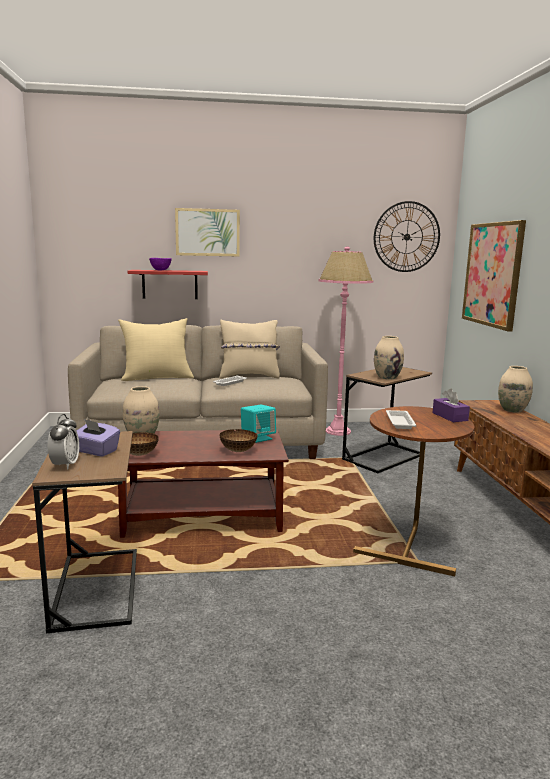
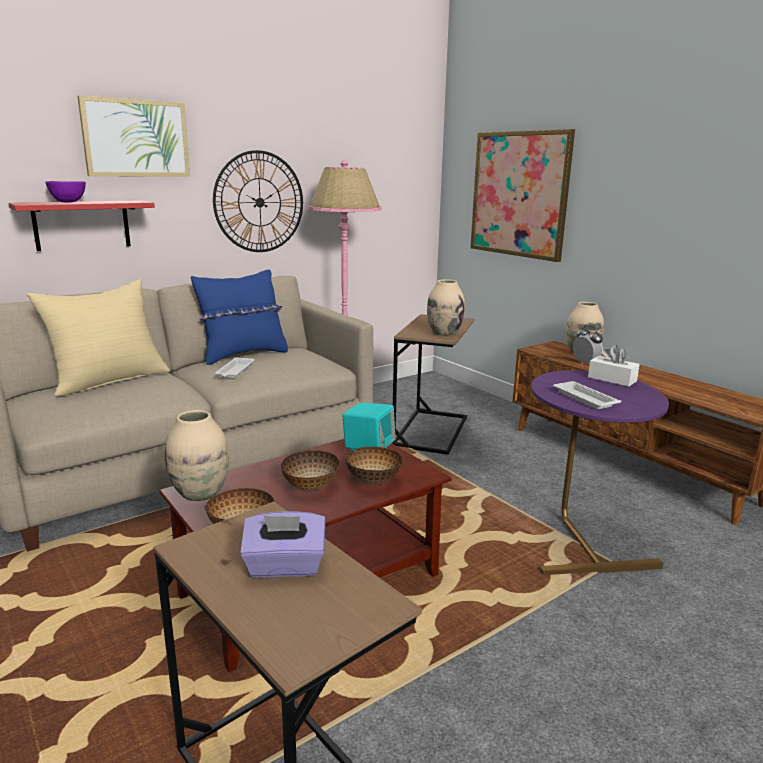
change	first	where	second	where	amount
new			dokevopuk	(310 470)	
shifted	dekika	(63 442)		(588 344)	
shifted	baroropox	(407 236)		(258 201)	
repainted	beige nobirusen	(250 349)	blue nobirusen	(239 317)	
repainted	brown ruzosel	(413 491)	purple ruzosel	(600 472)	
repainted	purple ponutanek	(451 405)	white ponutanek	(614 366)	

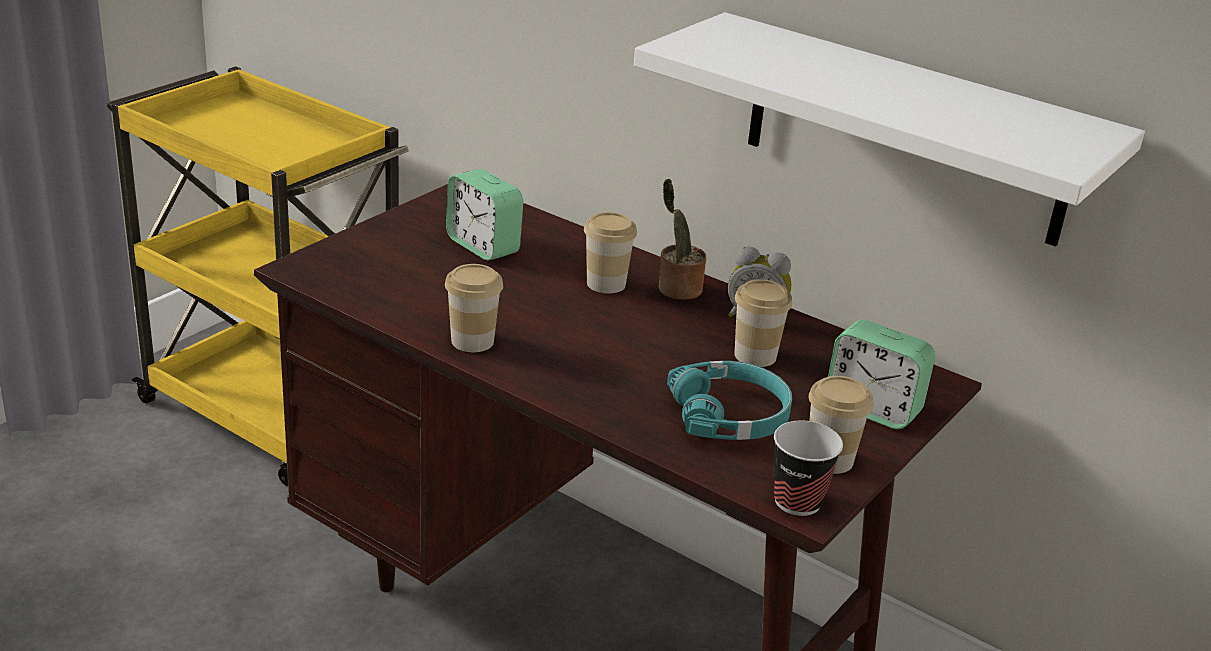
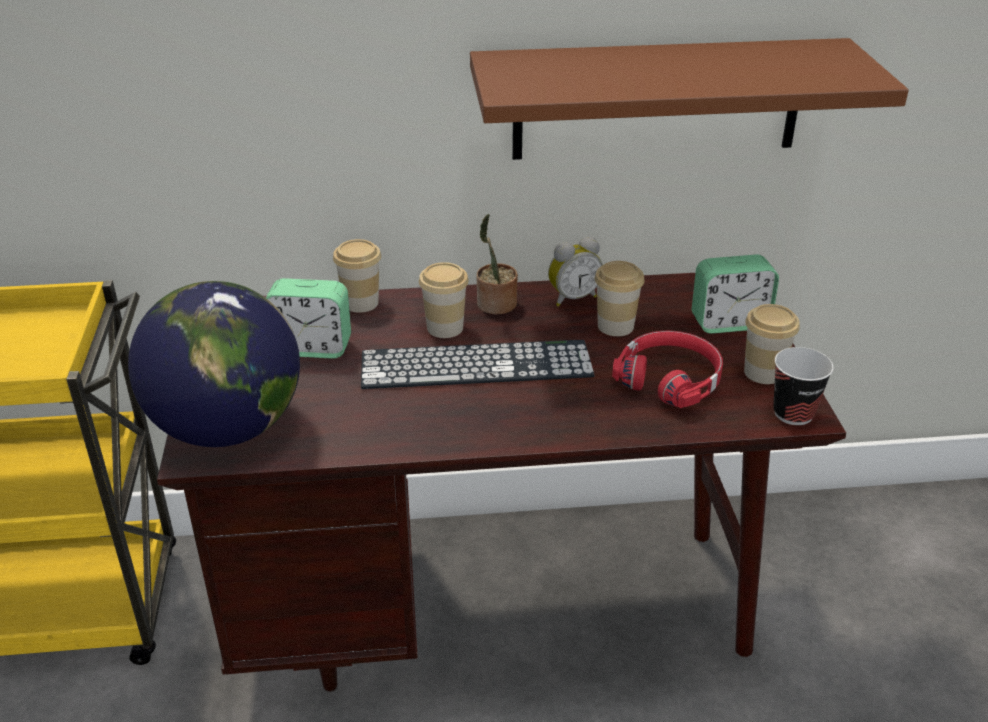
change	first	where	second	where	amount
new			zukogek	(214 364)	
new			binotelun	(477 364)	
shifted	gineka	(474 308)		(357 276)	
repainted	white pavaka	(889 129)	brown pavaka	(689 99)	
repainted	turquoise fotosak	(729 400)	red fotosak	(667 369)	

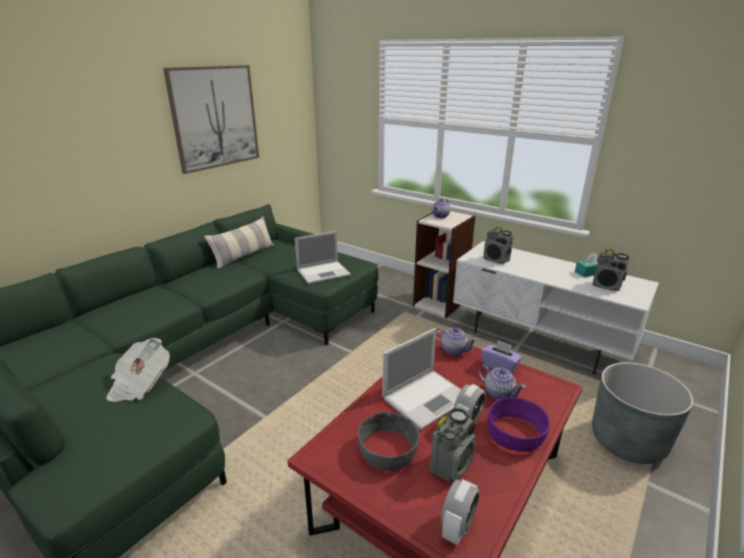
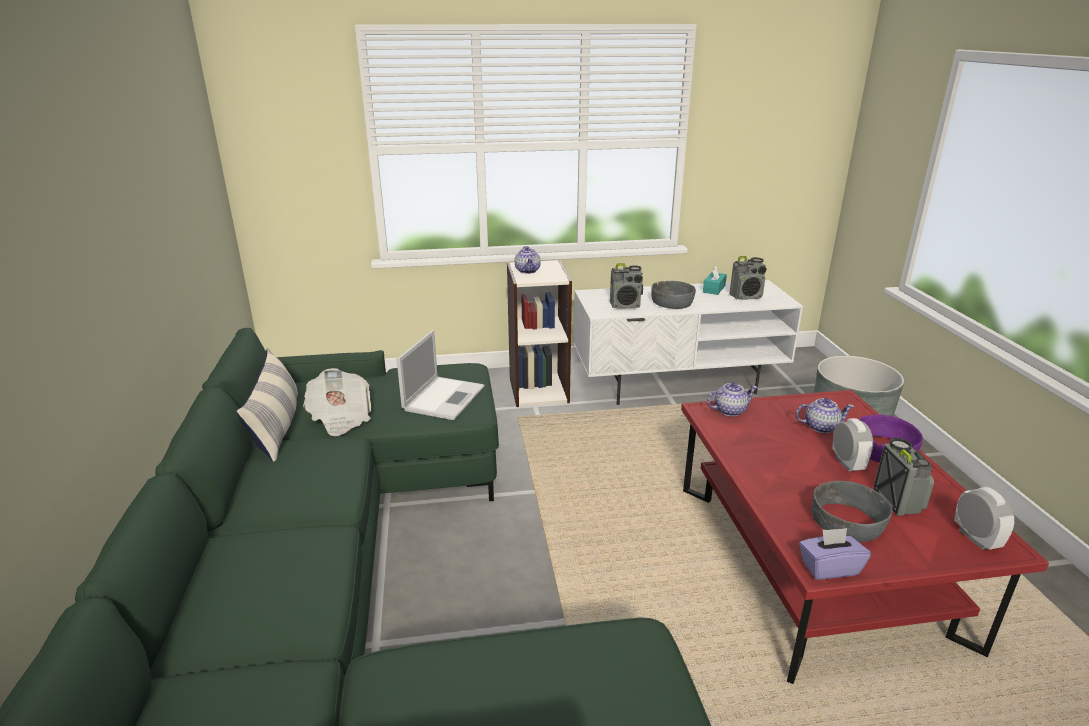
change	first	where	second	where	amount
gone	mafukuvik	(211 119)			
gone	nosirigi	(421 379)			
new			grey dokevopuk	(673 295)	
shifted	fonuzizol	(138 370)		(337 402)	
shifted	purple ponutanek	(501 357)		(835 554)	

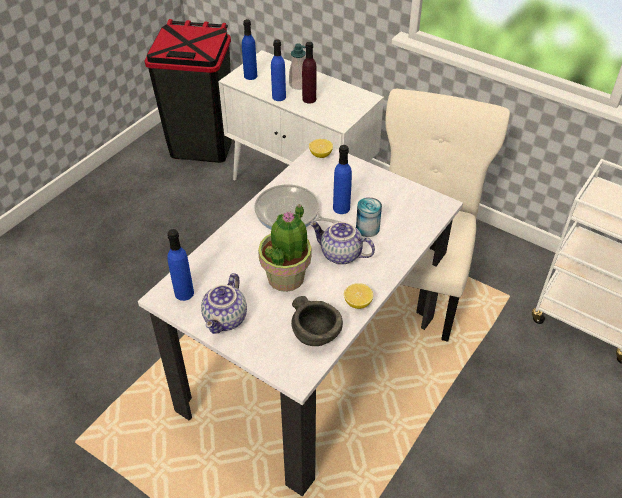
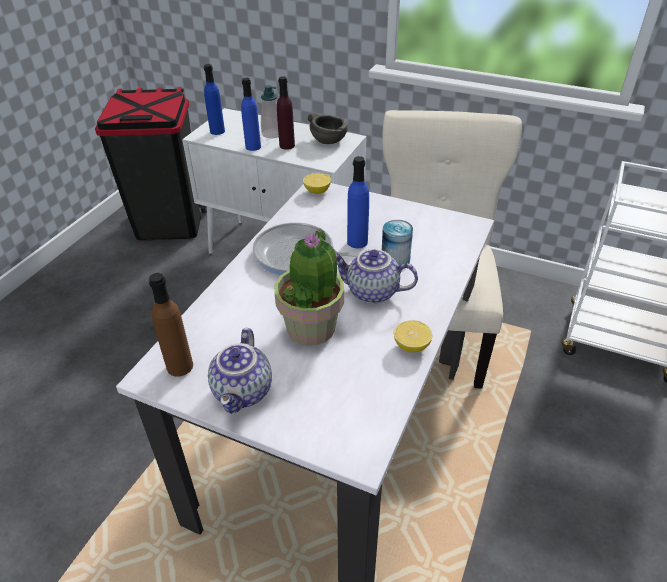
change	first	where	second	where	amount
shifted	grey dokevopuk	(317 321)		(328 128)	
repainted	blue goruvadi	(180 265)	brown goruvadi	(171 325)	

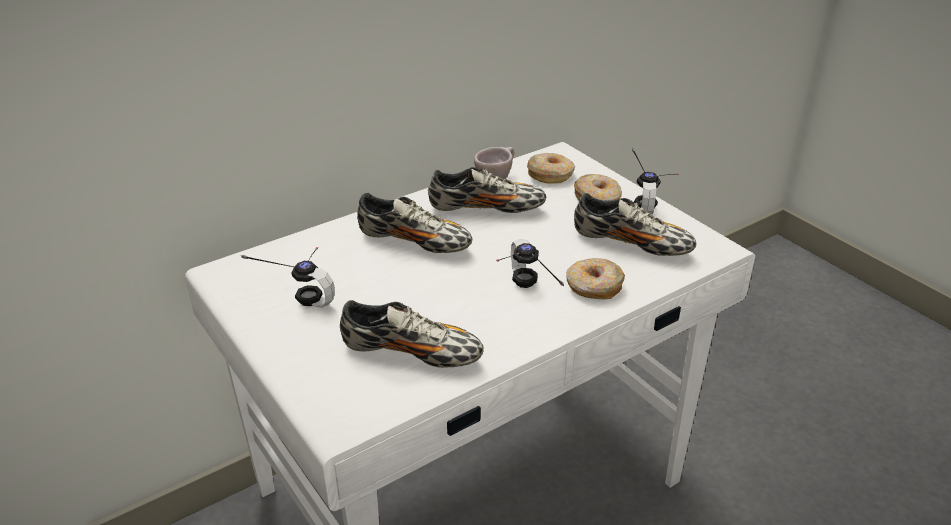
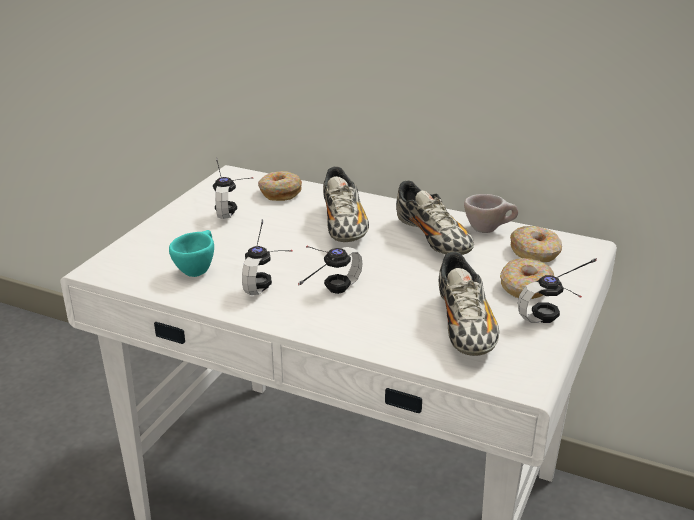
change	first	where	second	where	amount
new			fotosak	(267 257)	
shifted	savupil	(595 278)		(280 186)	
swapped	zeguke	(412 334)	turquoise gineka	(191 253)	

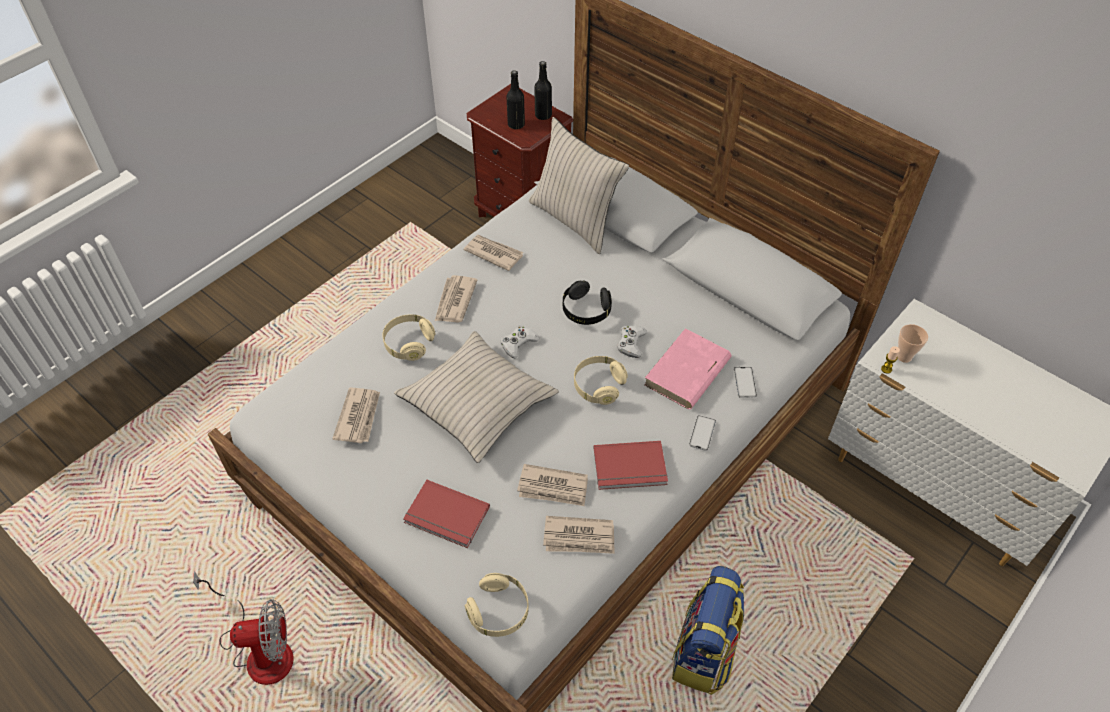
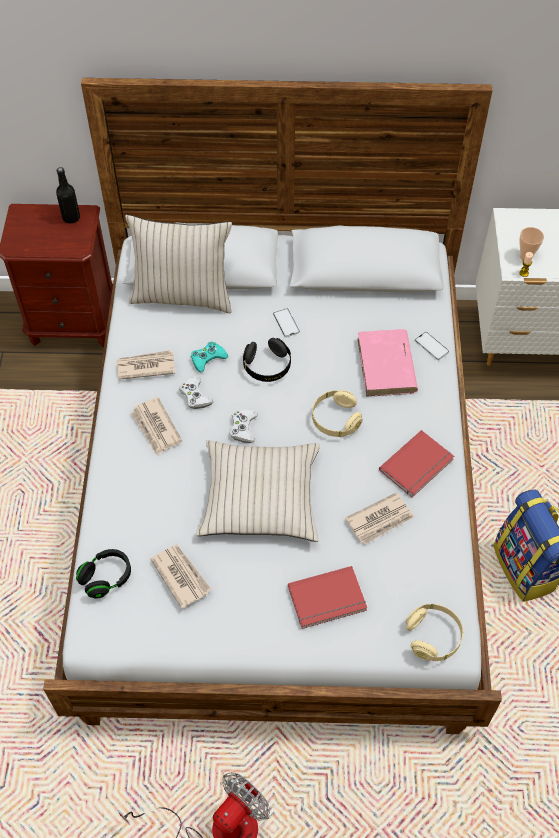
change	first	where	second	where	amount
gone	beige fotosak	(409 337)			
gone	black goruvadi	(515 99)			
gone	fonuzizol	(578 535)			
new			black fotosak	(103 574)	
new			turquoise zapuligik	(209 357)	
shifted	white zapuligik	(632 341)		(196 393)	
shifted	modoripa	(702 433)		(286 322)	

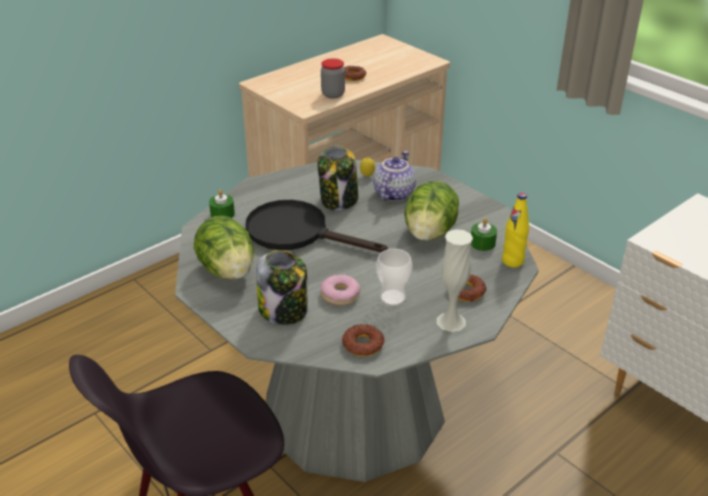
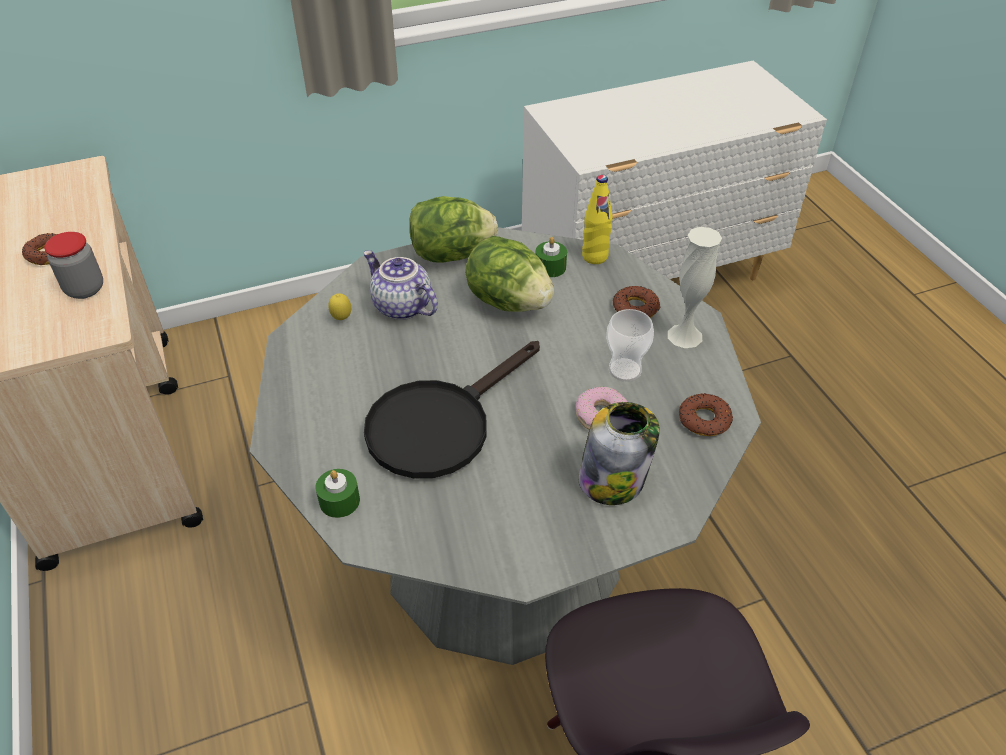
change	first	where	second	where	amount
gone	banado	(338 178)			
shifted	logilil	(223 247)		(453 229)	

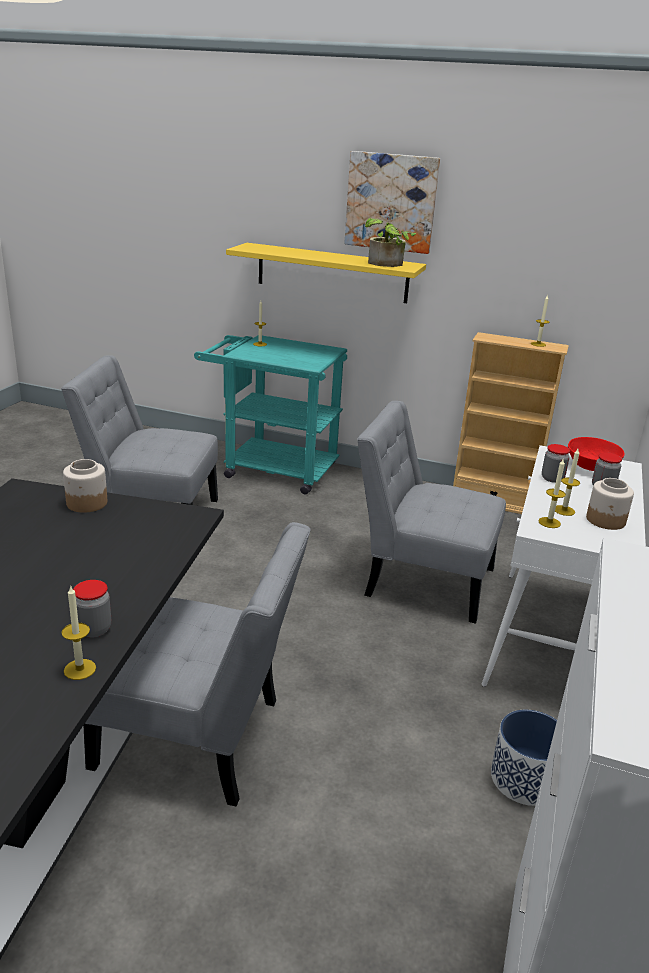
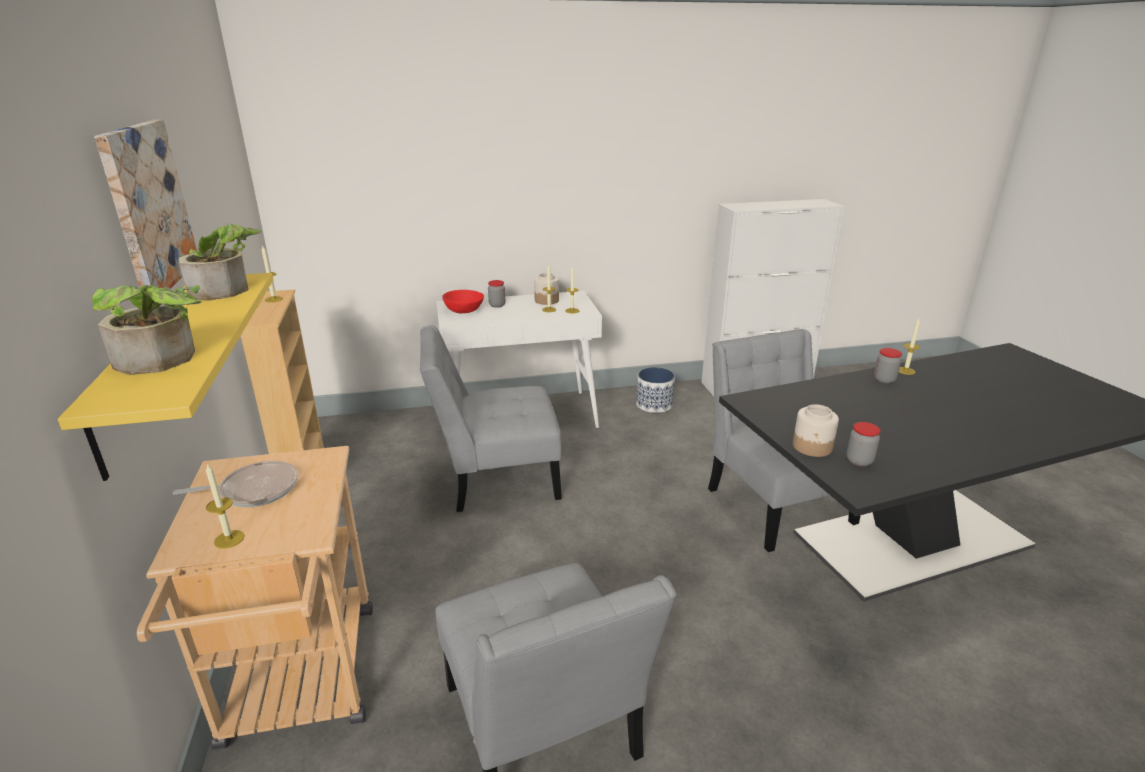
change	first	where	second	where	amount
new			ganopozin	(146 330)	
new			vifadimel	(235 484)	
shifted	banado	(556 463)		(863 444)	
repainted	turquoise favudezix	(270 415)	beige favudezix	(255 597)	
rotated	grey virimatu	(431 512)		(491 418)	90 degrees clockwise

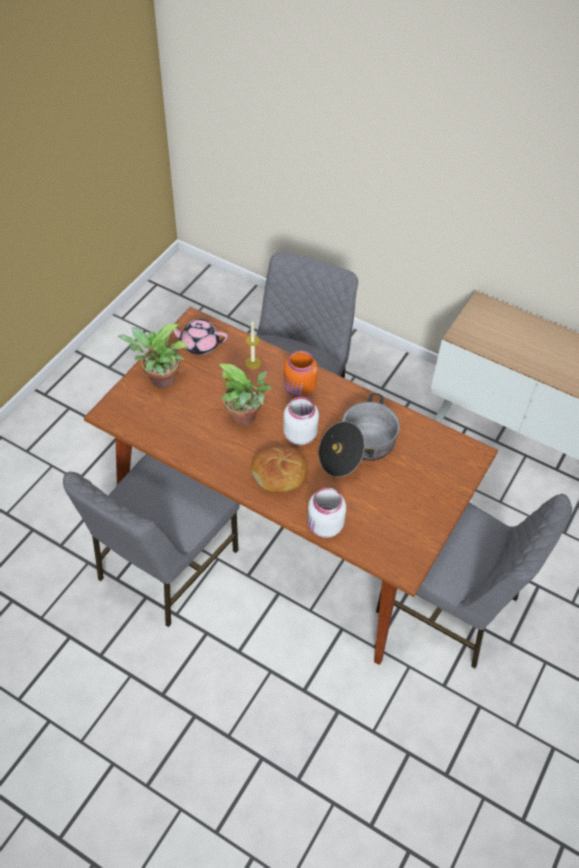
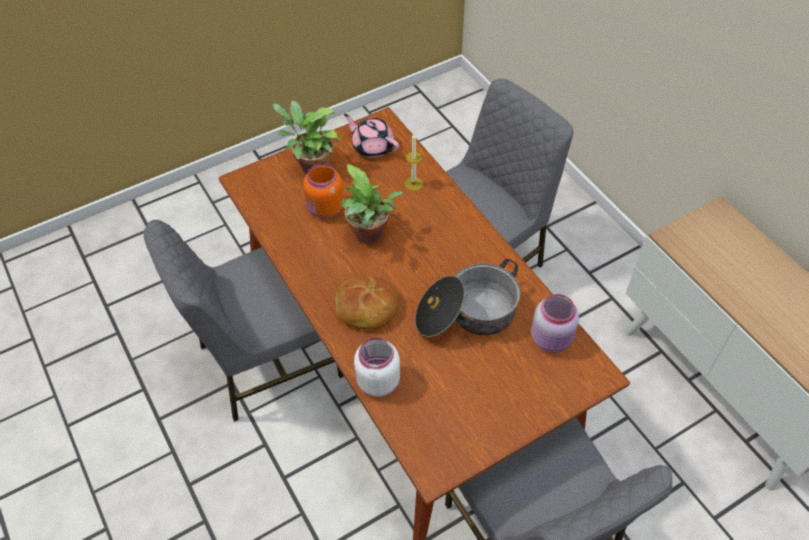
change	first	where	second	where	amount
gone	white banado	(301 421)			
new			pink banado	(555 323)	
shifted	orange banado	(301 374)		(323 191)	

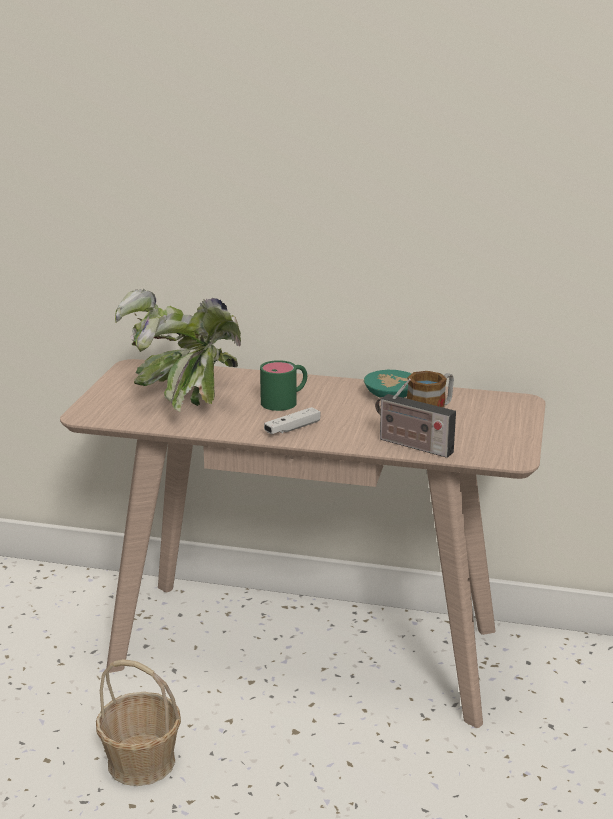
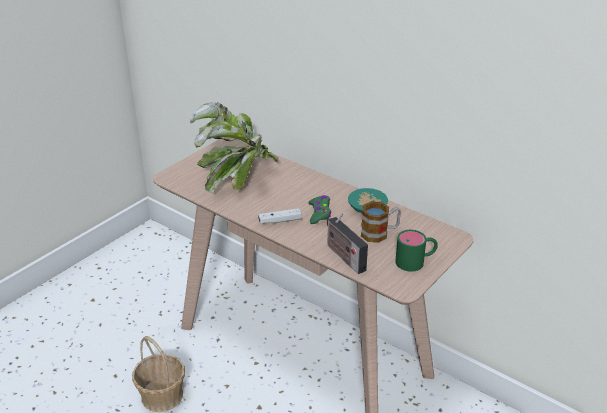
change	first	where	second	where	amount
new			green zapuligik	(319 209)	
shifted	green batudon	(283 385)		(416 251)	

